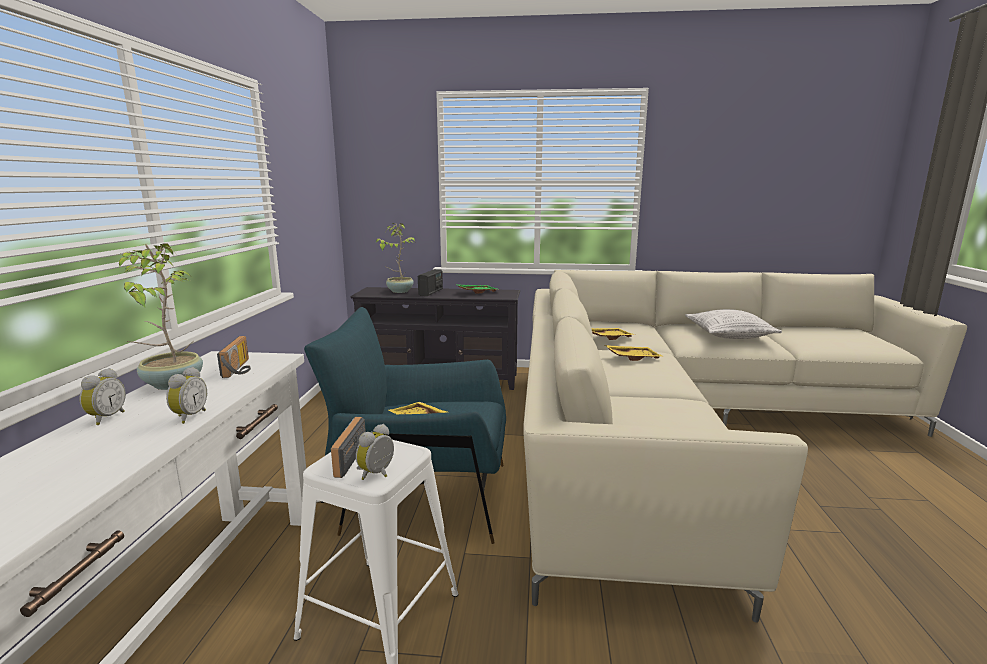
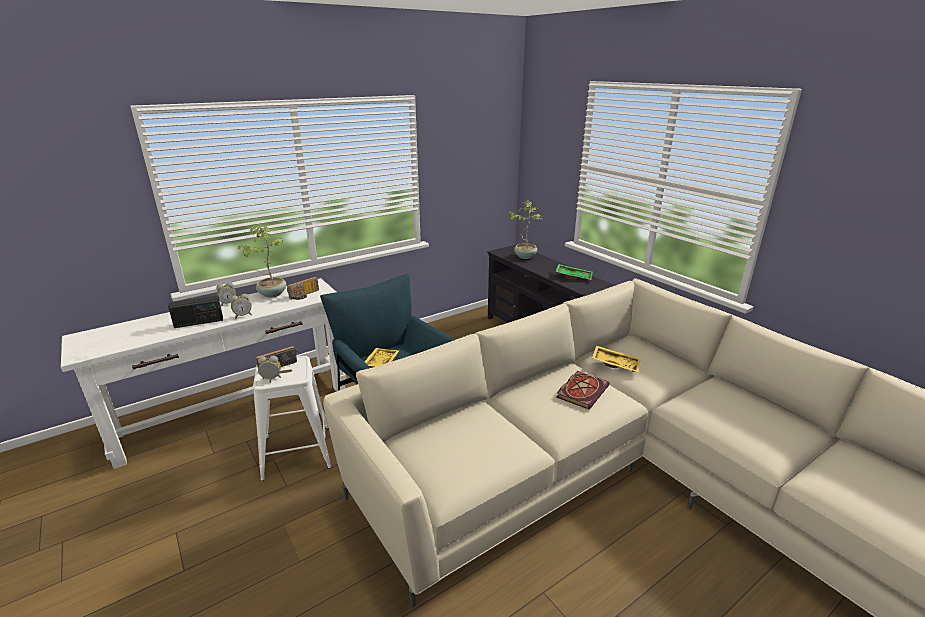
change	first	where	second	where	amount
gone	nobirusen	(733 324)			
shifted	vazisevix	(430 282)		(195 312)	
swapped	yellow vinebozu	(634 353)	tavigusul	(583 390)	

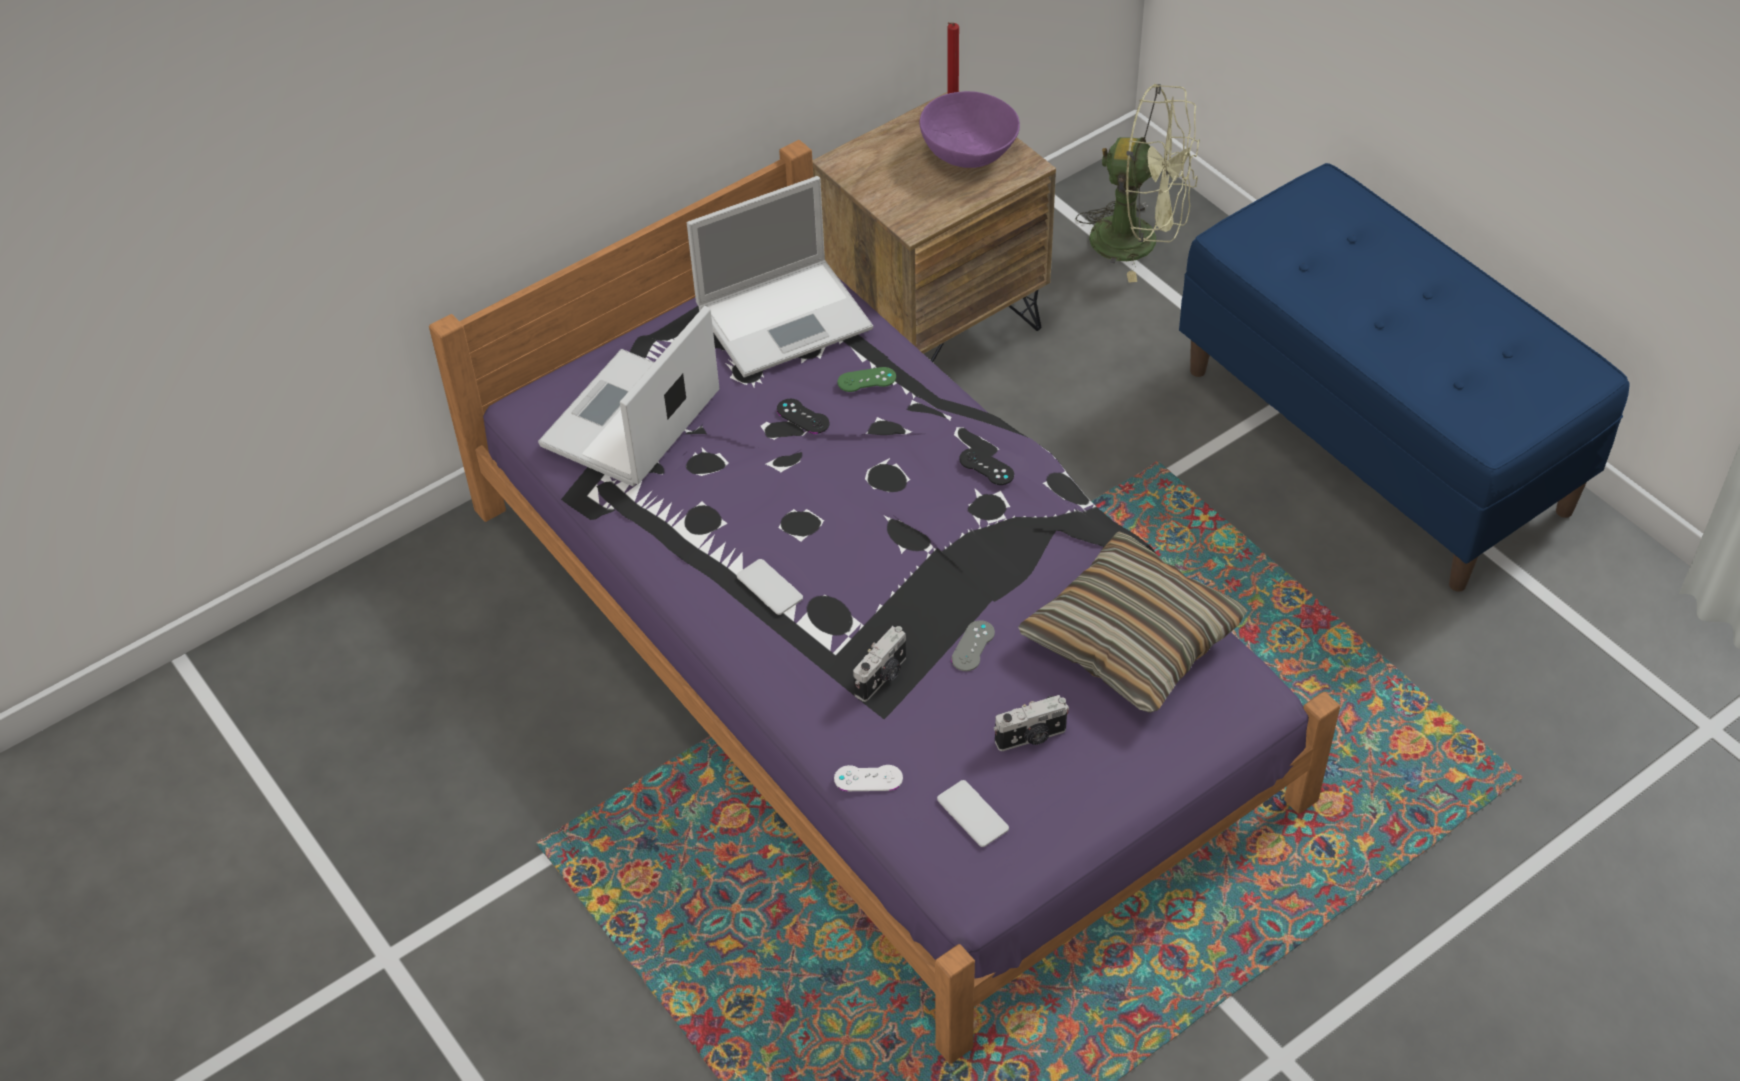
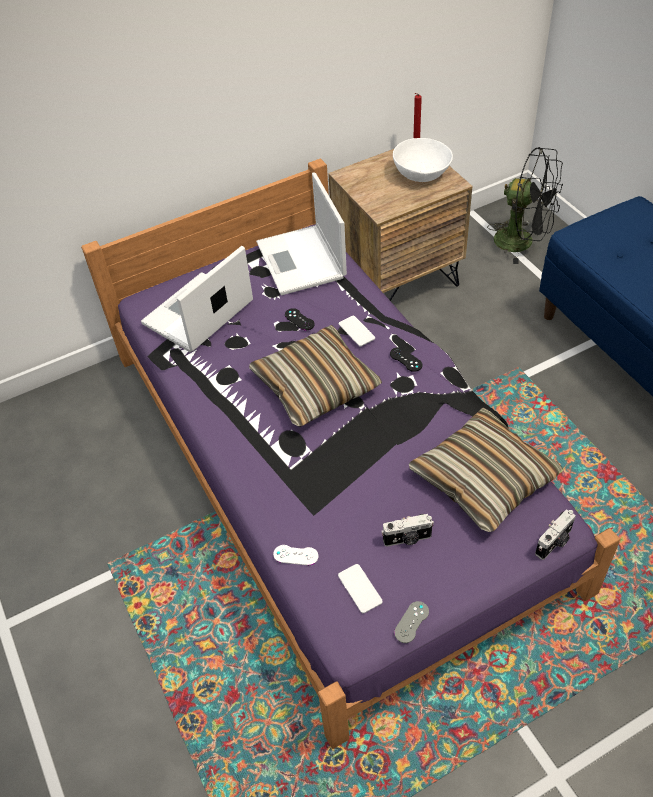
change	first	where	second	where	amount
gone	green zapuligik	(866 379)			
new			nobirusen	(315 376)	
shifted	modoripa	(770 587)		(357 331)	
shifted	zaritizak	(879 664)		(555 534)	
shifted	grey zapuligik	(973 645)		(411 622)	
repainted	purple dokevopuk	(970 129)	white dokevopuk	(423 160)	
repainted	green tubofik	(1138 183)	black tubofik	(525 205)	
rotated	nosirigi	(780 276)		(301 234)	90 degrees clockwise

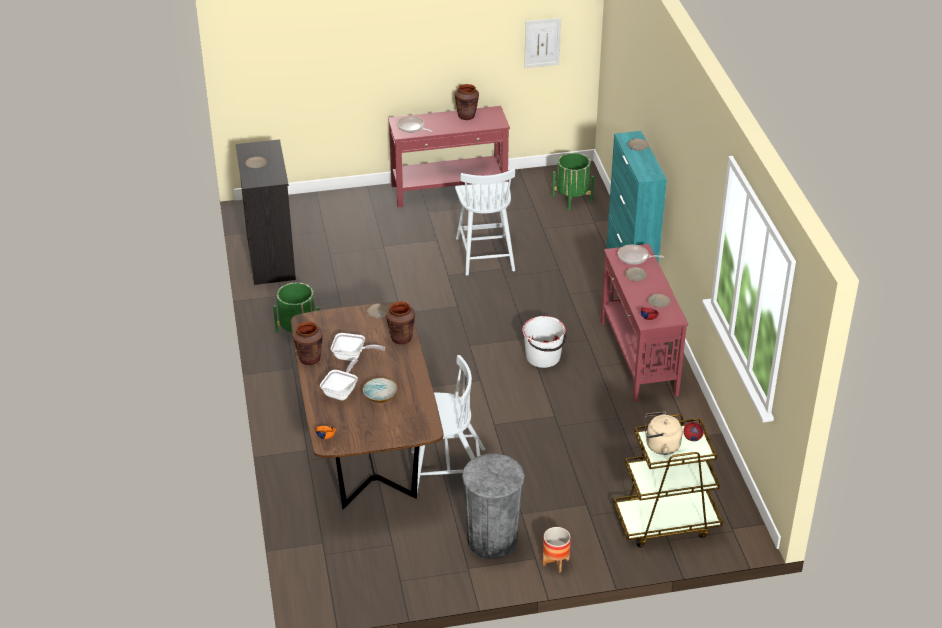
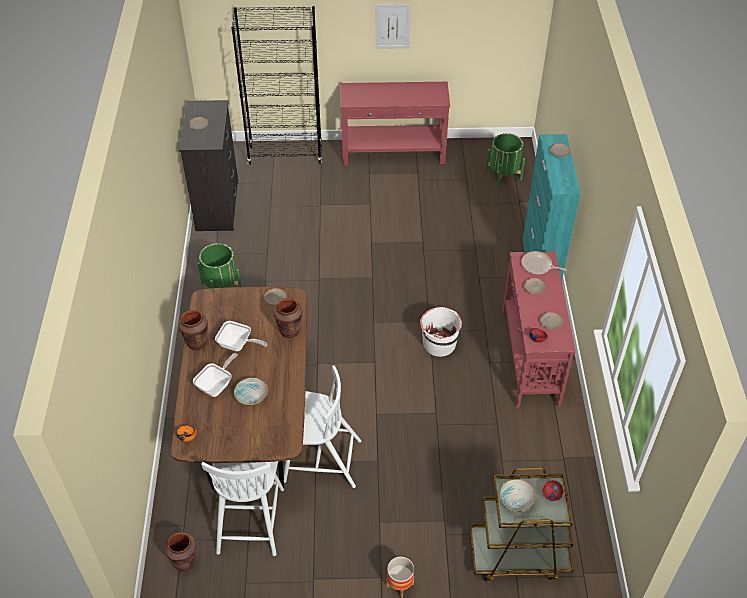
change	first	where	second	where	amount
gone	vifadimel	(415 124)			
gone	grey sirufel	(493 506)			
new			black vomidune	(276 85)	
shifted	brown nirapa	(467 102)		(180 551)	
shifted	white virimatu	(485 222)		(242 508)	
shifted	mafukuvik	(542 43)		(393 26)	
swapped	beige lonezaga	(663 433)	dokevopuk	(518 495)	

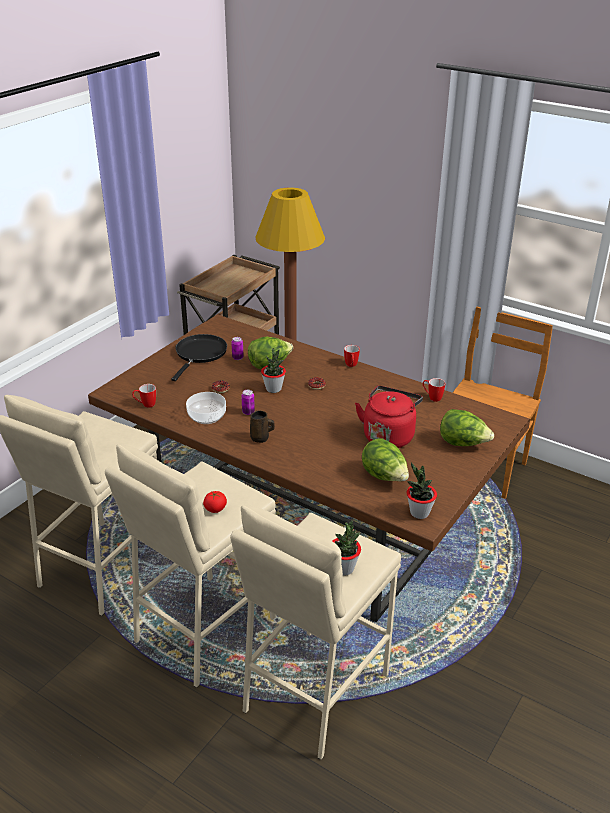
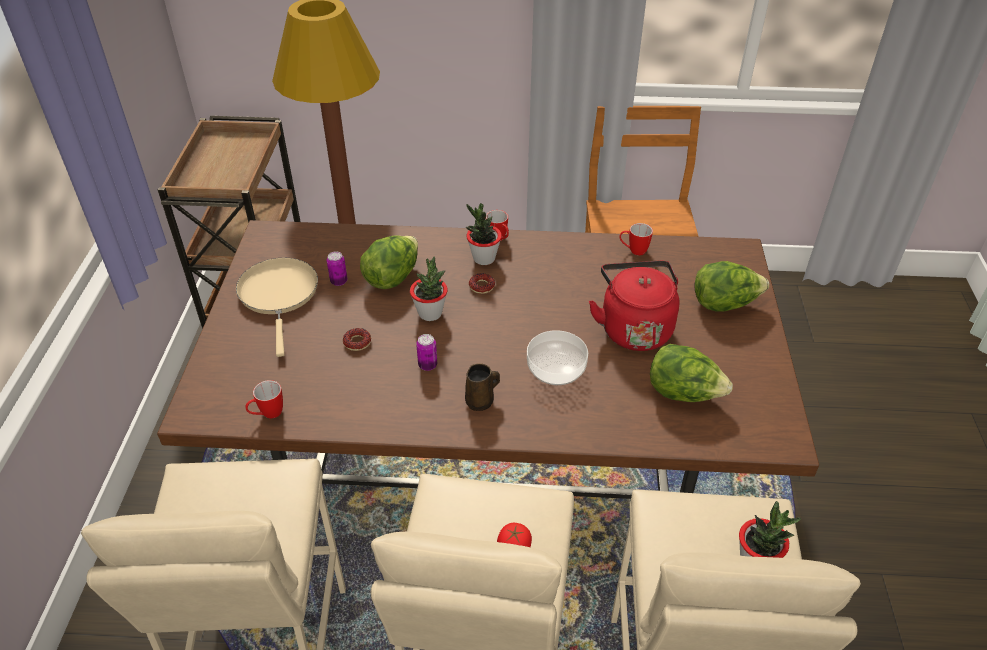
change	first	where	second	where	amount
shifted	dokevopuk	(206 408)		(557 357)	
shifted	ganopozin	(422 490)		(484 234)	
repainted	black vifadimel	(199 357)	beige vifadimel	(277 307)	

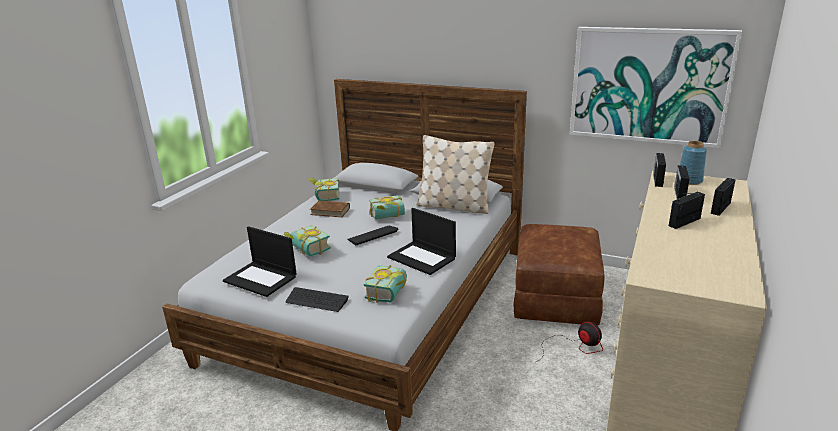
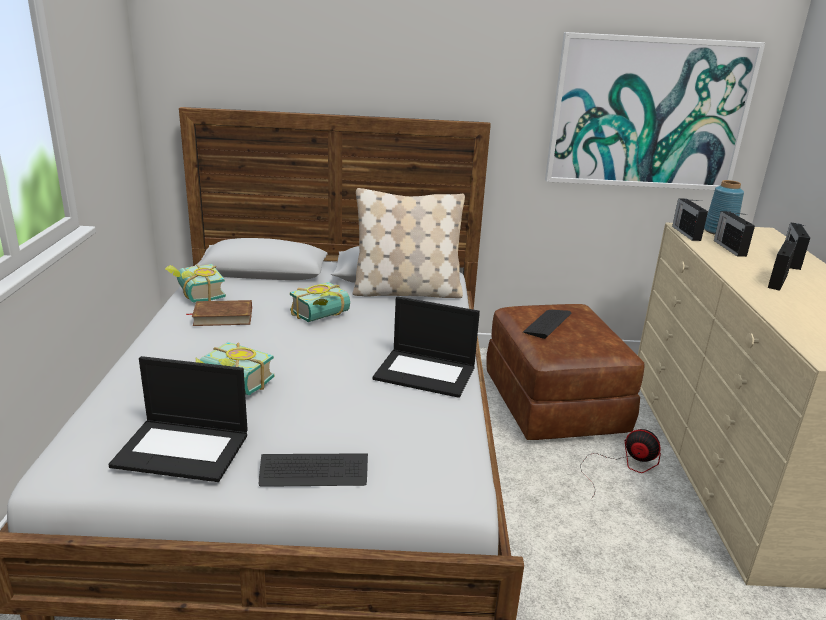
change	first	where	second	where	amount
gone	tavigusul	(385 284)			
shifted	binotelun	(372 235)		(547 324)	

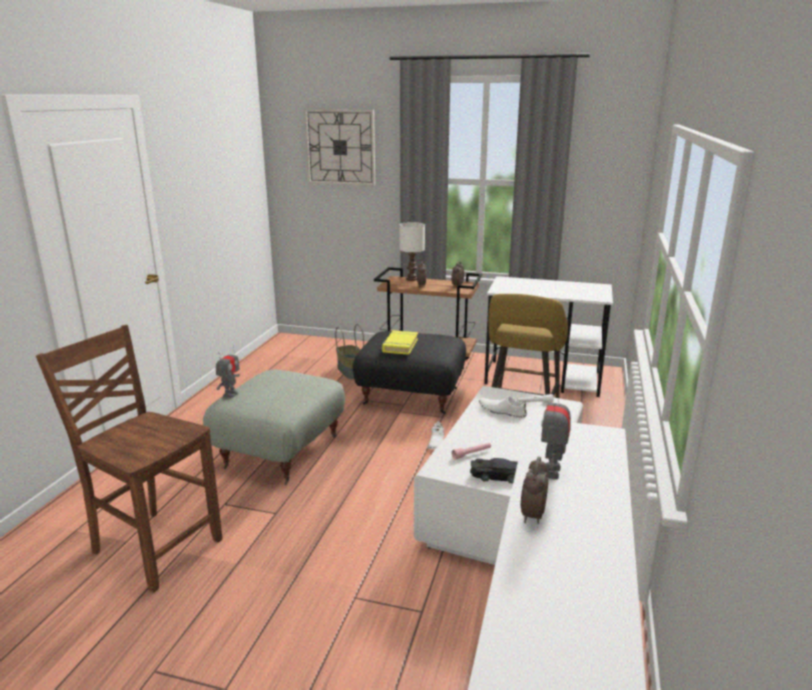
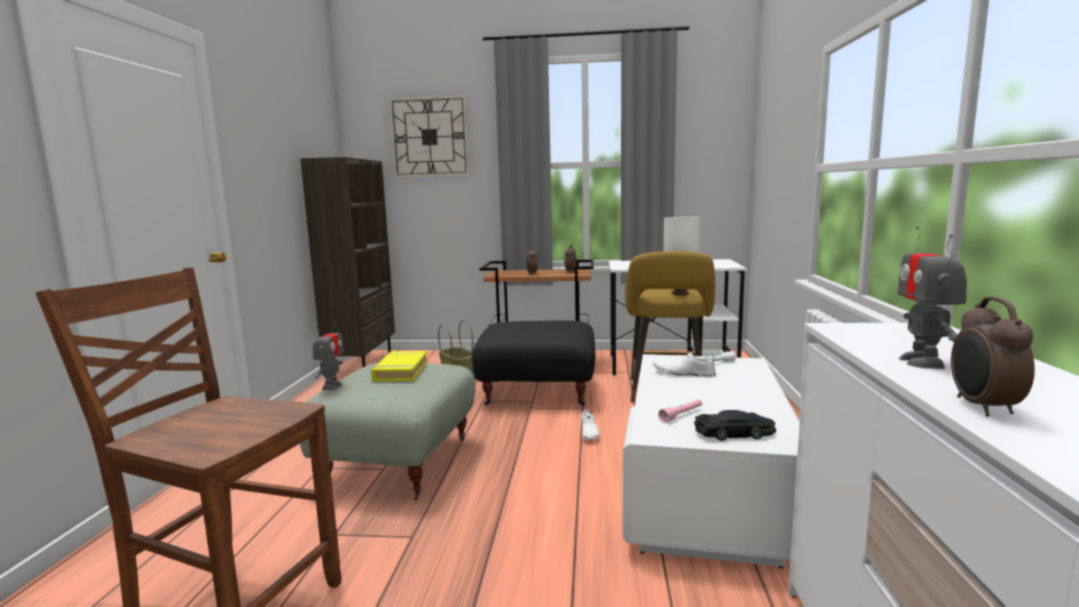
change	first	where	second	where	amount
new			brown vomidune	(347 266)	
shifted	yellow tavigusul	(400 342)		(399 366)	
shifted	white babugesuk	(412 251)		(682 256)	

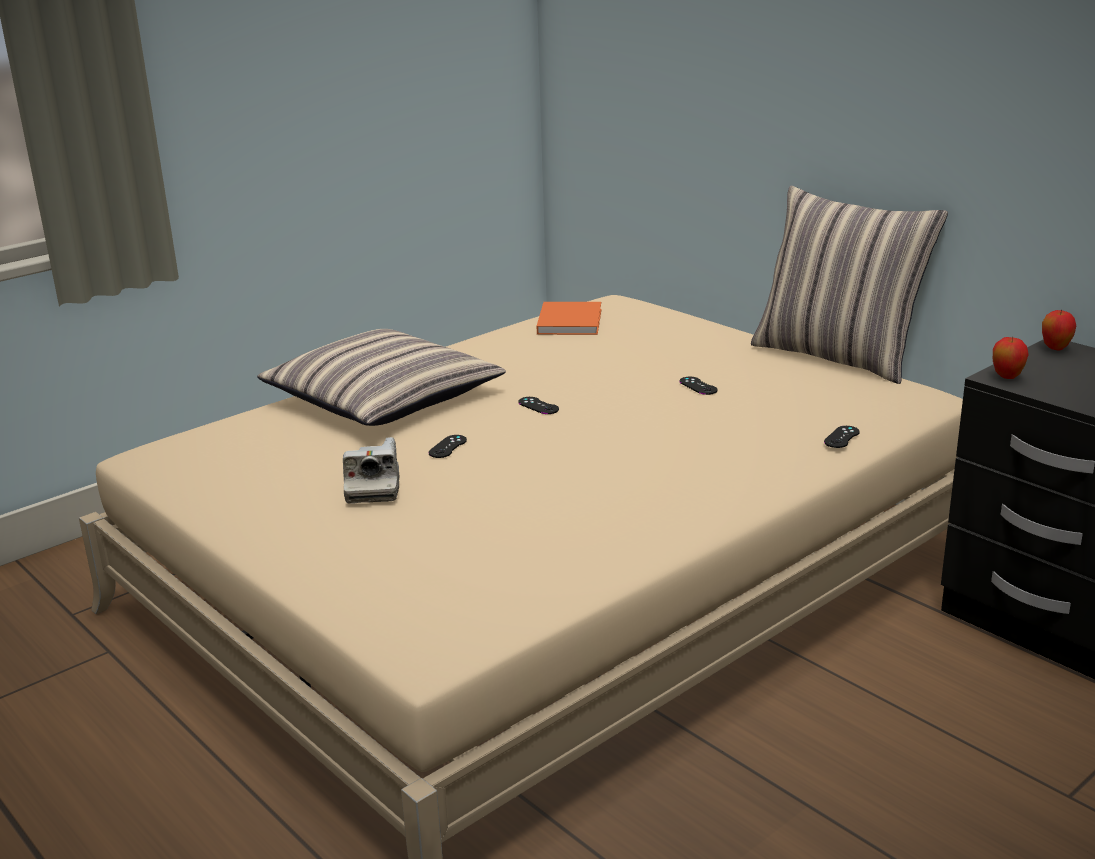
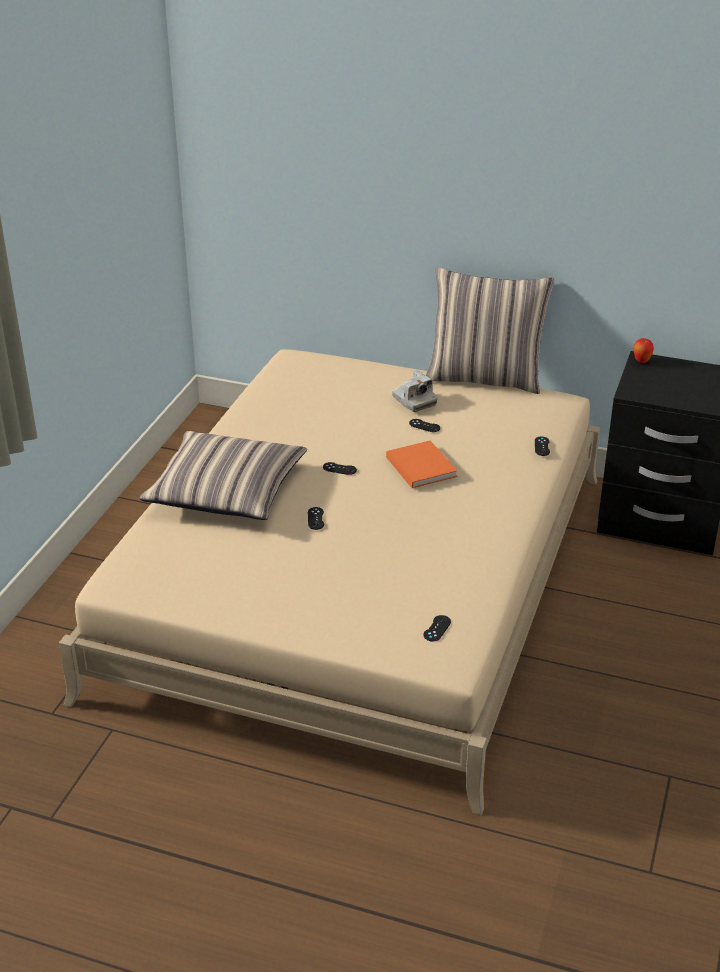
change	first	where	second	where	amount
gone	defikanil	(1010 357)			
new			black zapuligik	(437 628)	
shifted	zaritizak	(371 470)		(414 391)	
shifted	orange tavigusul	(569 318)		(421 464)	

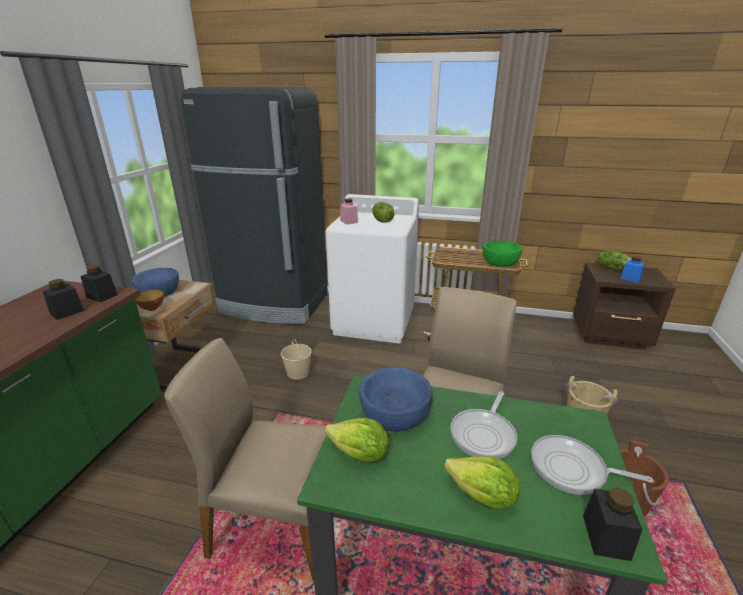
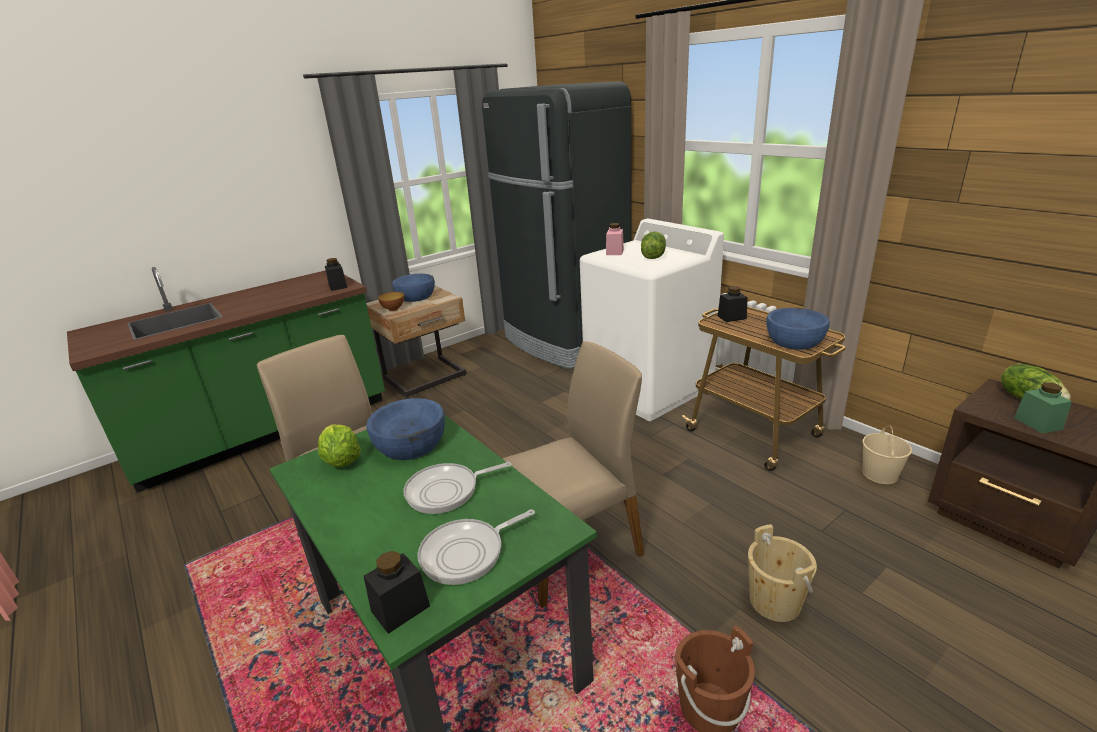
change	first	where	second	where	amount
gone	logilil	(482 483)			
shifted	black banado	(63 299)		(733 304)	
shifted	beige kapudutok	(296 358)		(887 454)	
repainted	green dokevopuk	(502 253)	blue dokevopuk	(798 329)	
repainted	blue banado	(632 269)	green banado	(1043 408)	
rotated	vifadimel	(592 465)		(476 547)	90 degrees counterclockwise

